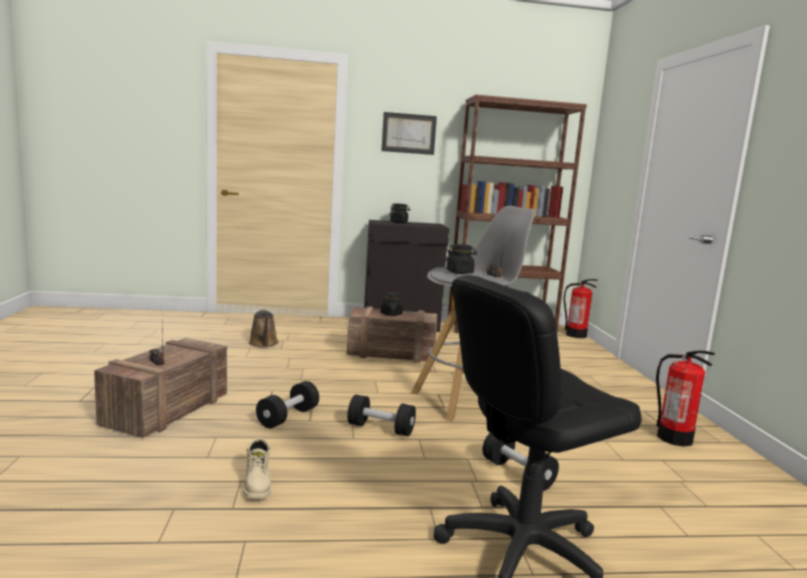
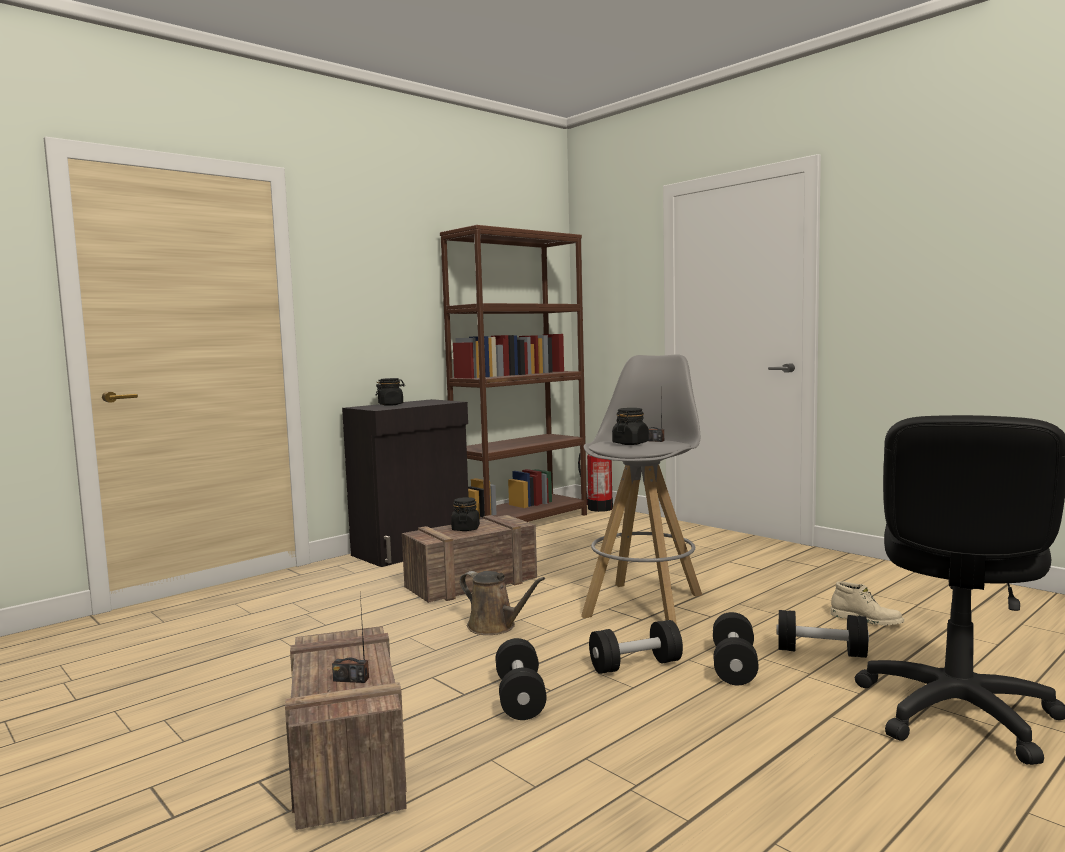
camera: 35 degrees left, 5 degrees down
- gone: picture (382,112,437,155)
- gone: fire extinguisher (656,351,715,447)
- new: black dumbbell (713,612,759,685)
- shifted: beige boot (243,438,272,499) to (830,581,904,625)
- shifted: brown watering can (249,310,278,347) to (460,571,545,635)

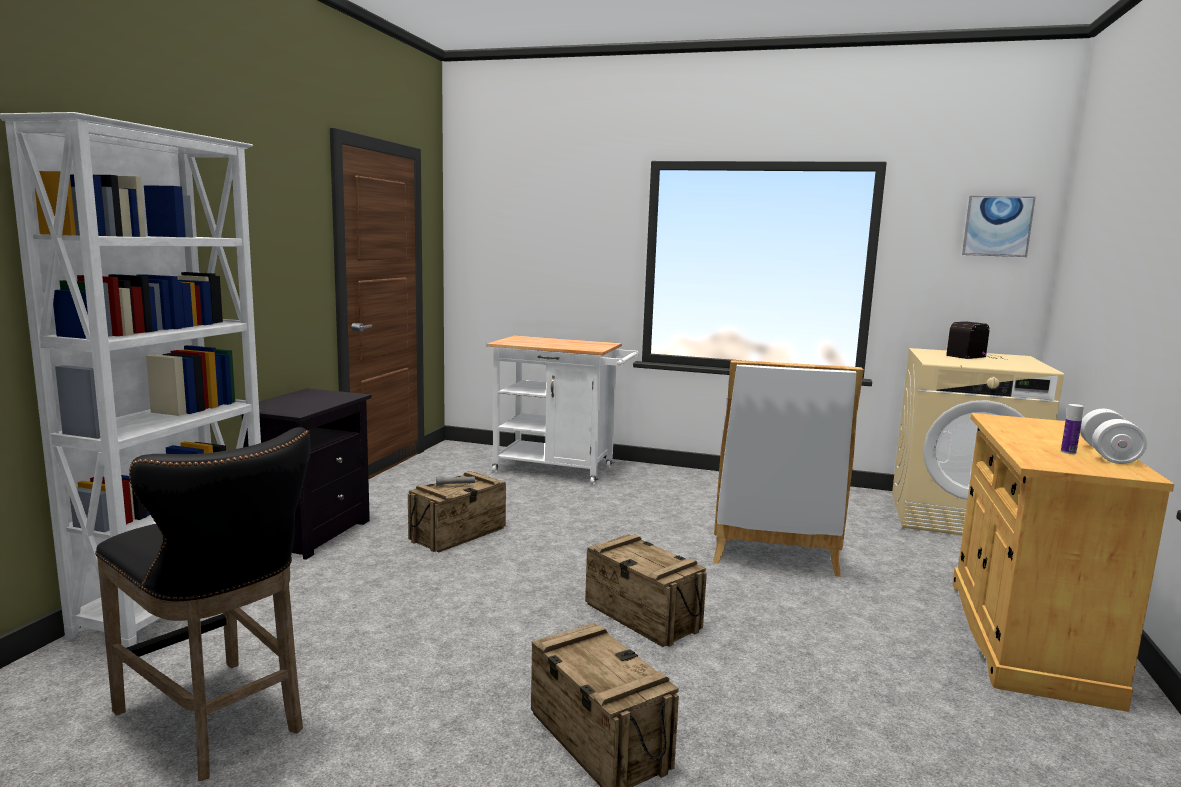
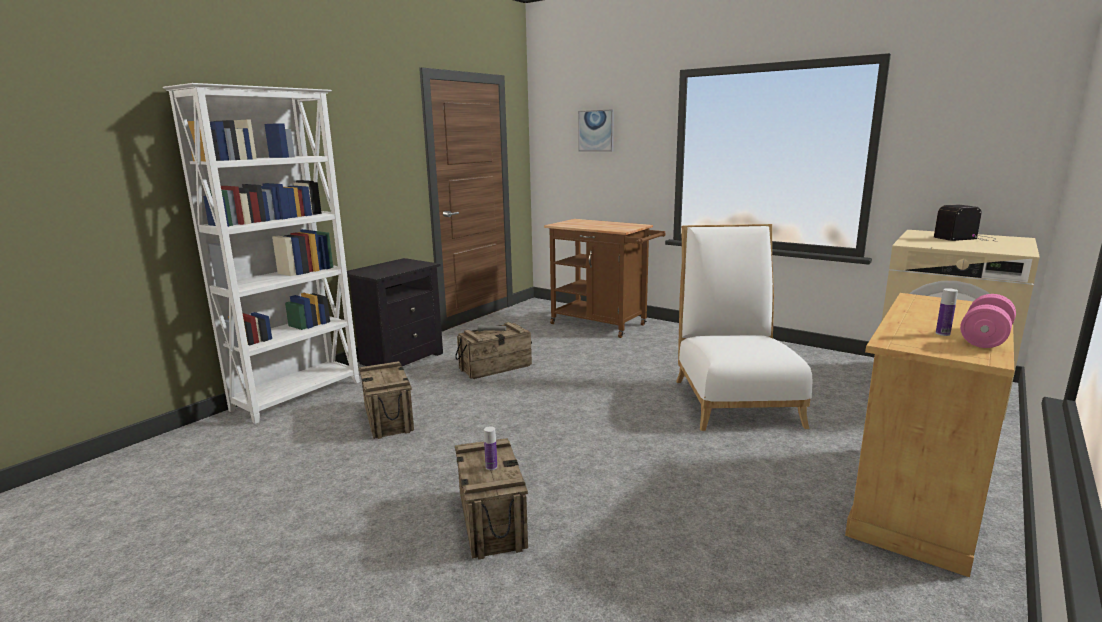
camera: 20 degrees right, 5 degrees up
- gone: black stool (95,427,310,781)
- new: bottle (484,426,497,470)
- shifted: crate (585,534,707,647) to (359,361,414,439)
- shifted: picture (962,196,1036,257) to (578,109,614,152)
- repainted: white cart (486,336,639,485) to brown cart (544,219,666,338)
- repainted: white dumbbell (1080,409,1147,464) to pink dumbbell (960,294,1016,348)
- rotated: white chair (713,360,864,577) = (676,224,812,431) 150 degrees clockwise

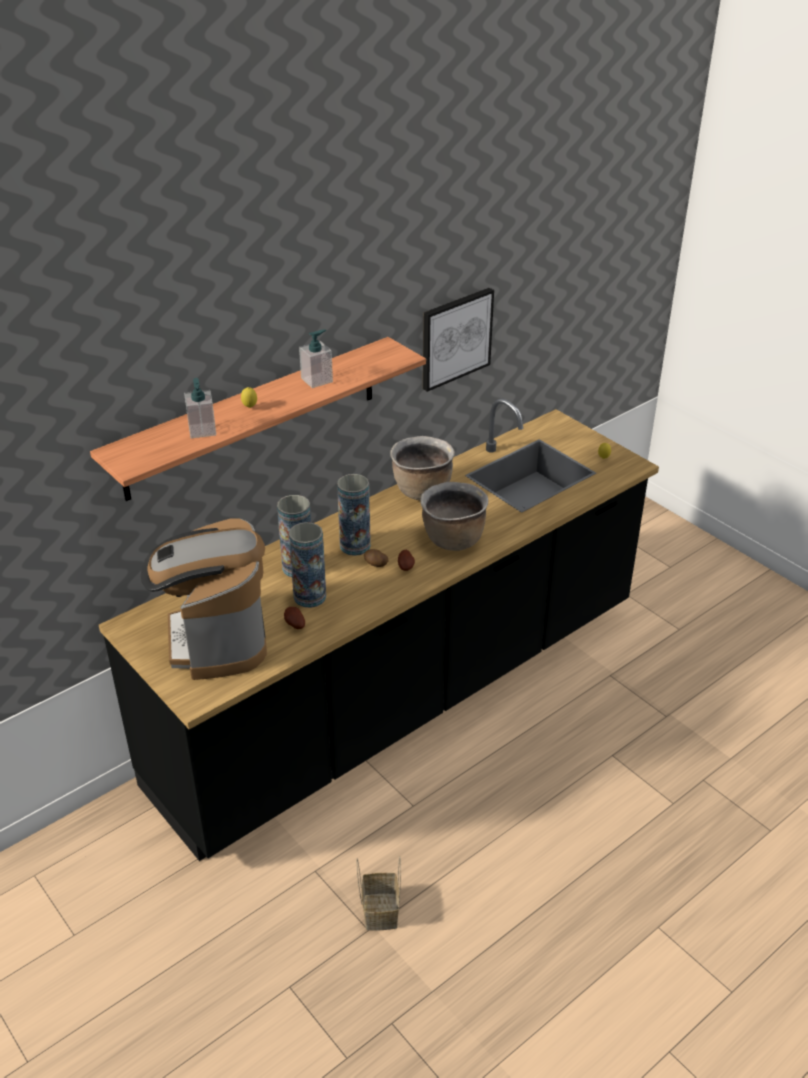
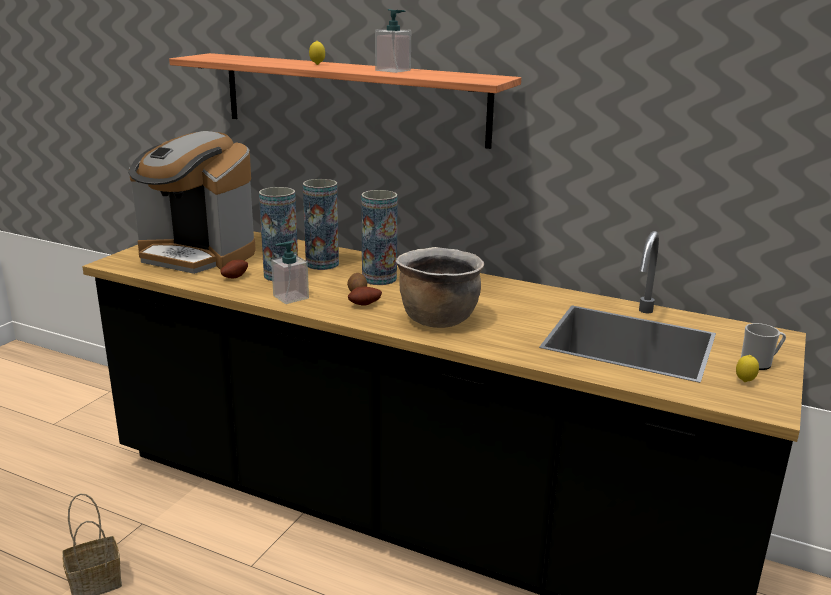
camera: 65 degrees right, 15 degrees down
- gone: brown cooking pot (390,436,455,500)
- gone: picture (422,288,494,392)
- new: mug (741,323,786,370)
- shifted: soap dispenser (184,378,216,438) to (271,240,309,304)
- rotated: coffee machine (141,518,267,680) = (128,131,256,274) 120 degrees counterclockwise

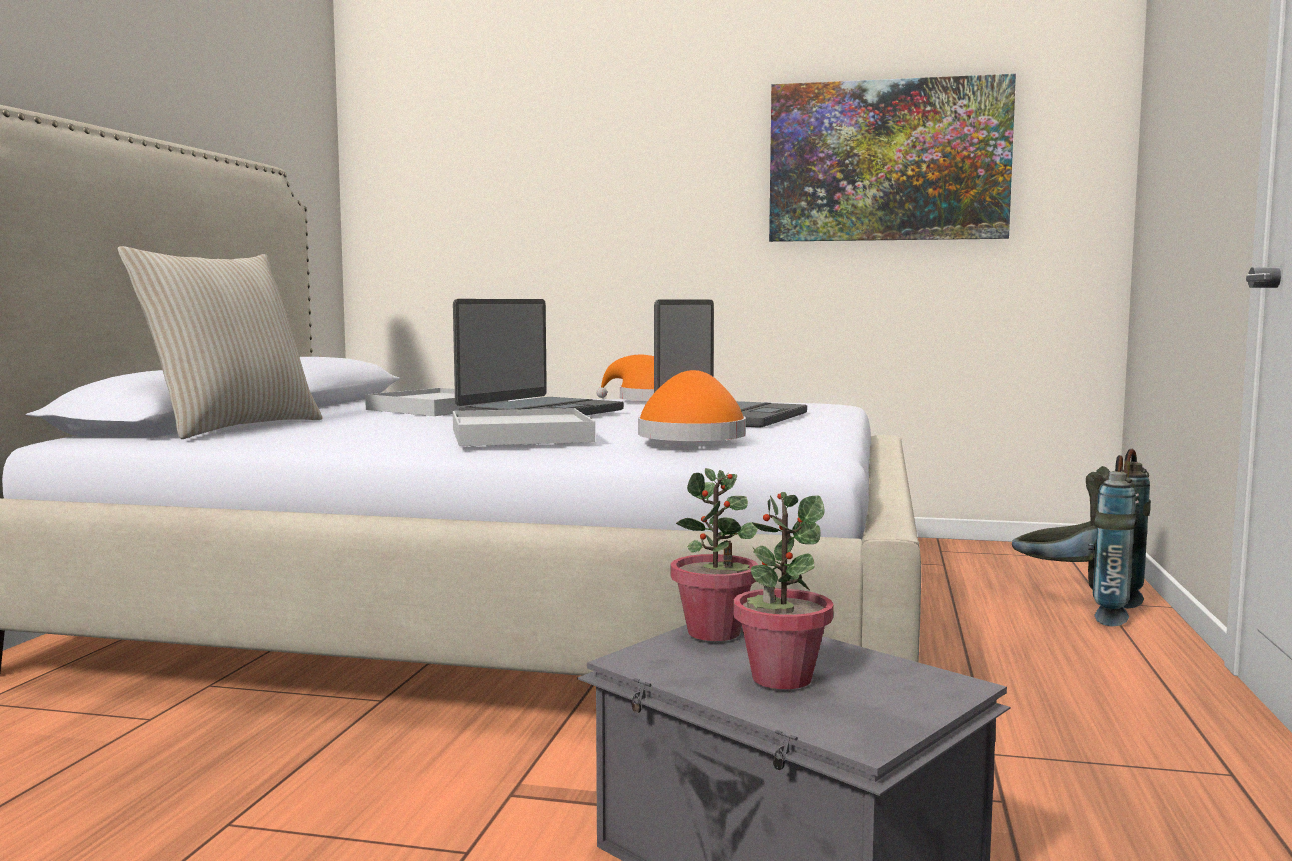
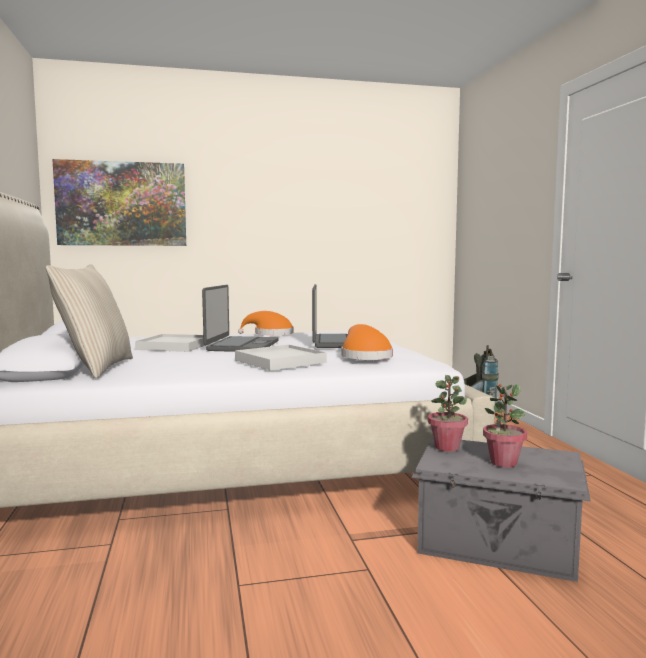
camera: 25 degrees left, 0 degrees up
- shifted: picture (769,74,1016,242) to (52,159,186,246)

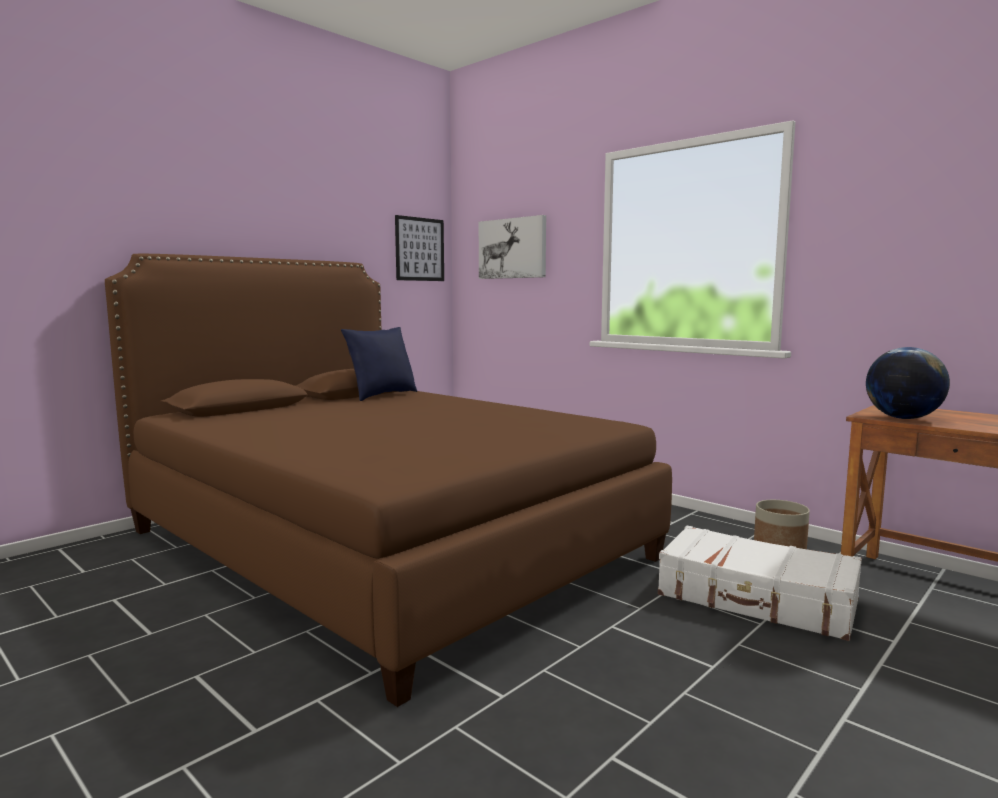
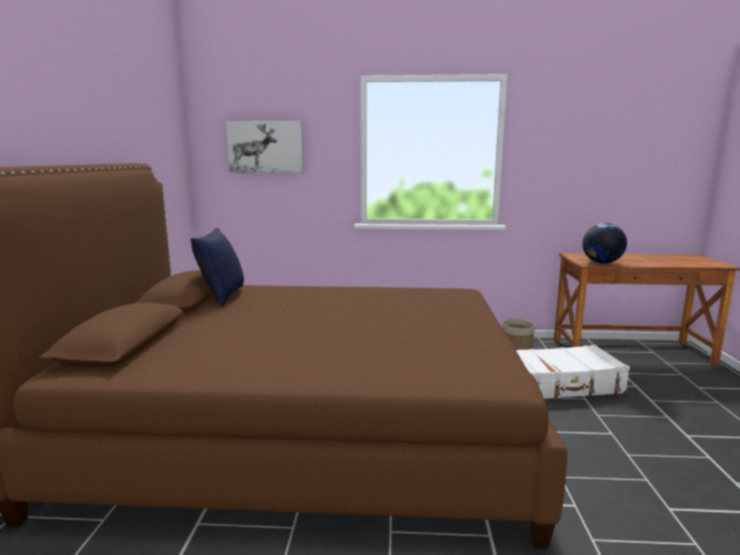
camera: 40 degrees left, 5 degrees up
- gone: picture (395,215,444,281)

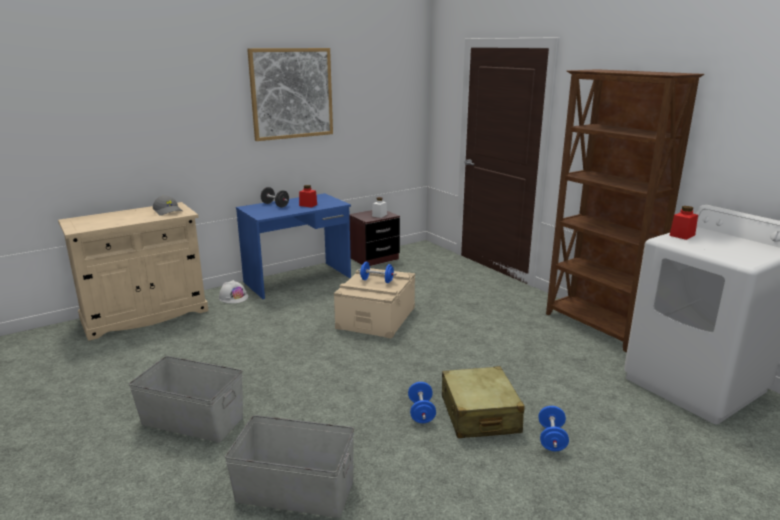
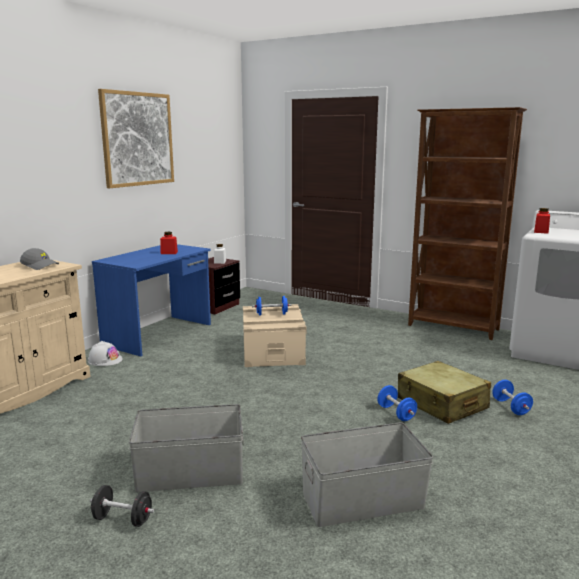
camera: 25 degrees left, 5 degrees down
- shifted: black dumbbell (261,187,289,207) to (90,485,154,527)

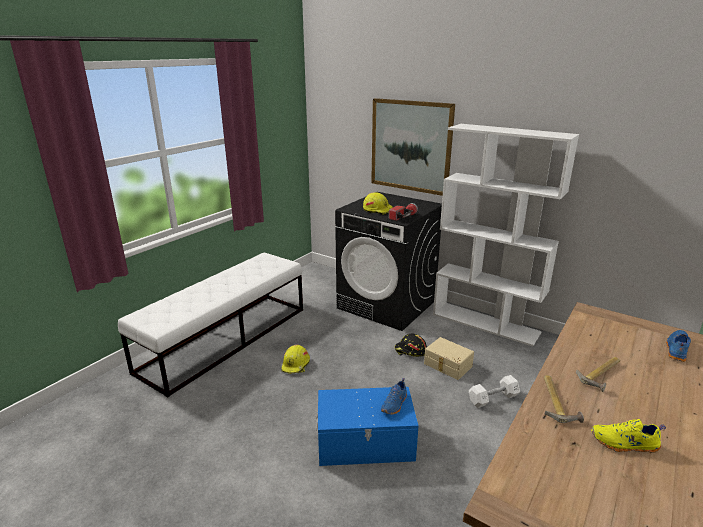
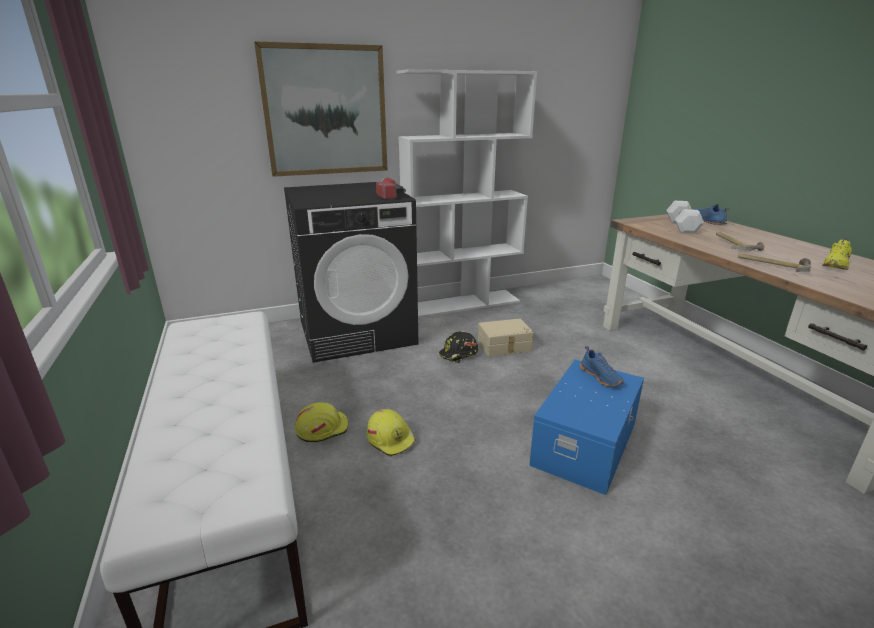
camera: 55 degrees left, 0 degrees up
- shifted: yellow hard hat (363,192,393,214) to (295,402,349,442)
- shifted: white dumbbell (469,375,520,408) to (666,201,704,234)

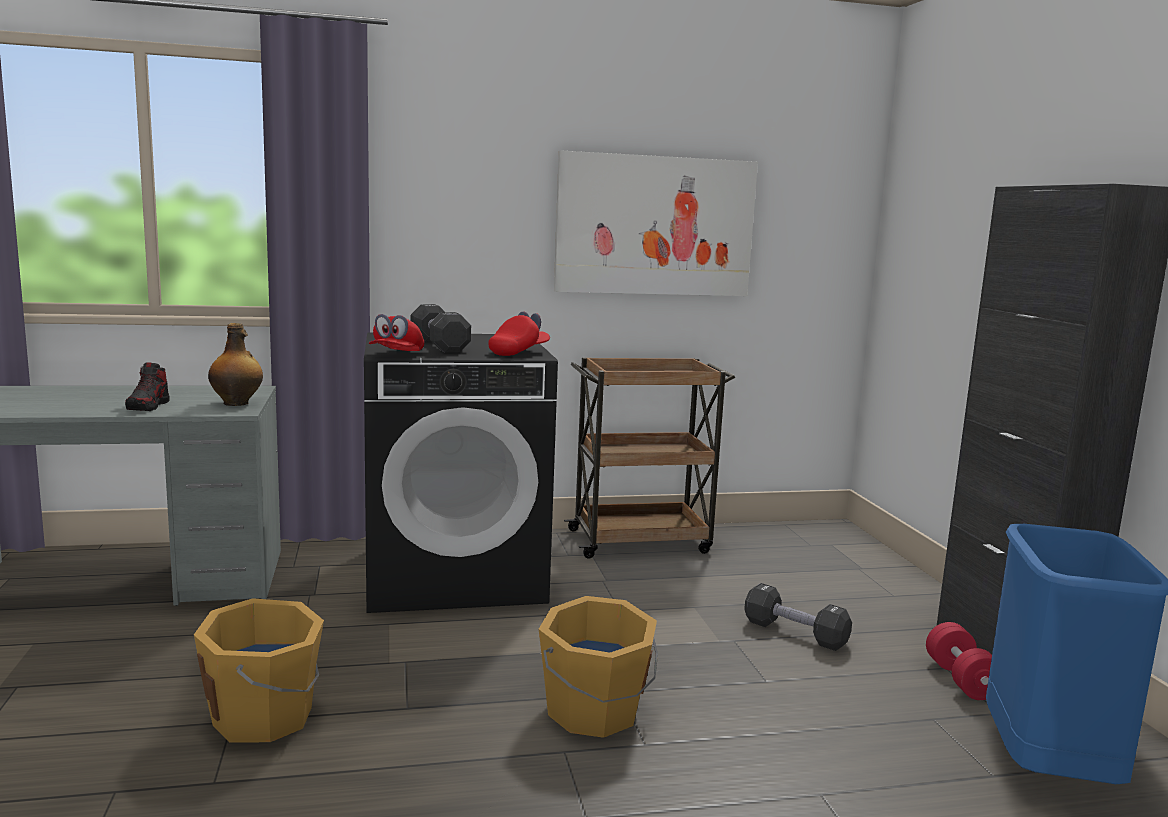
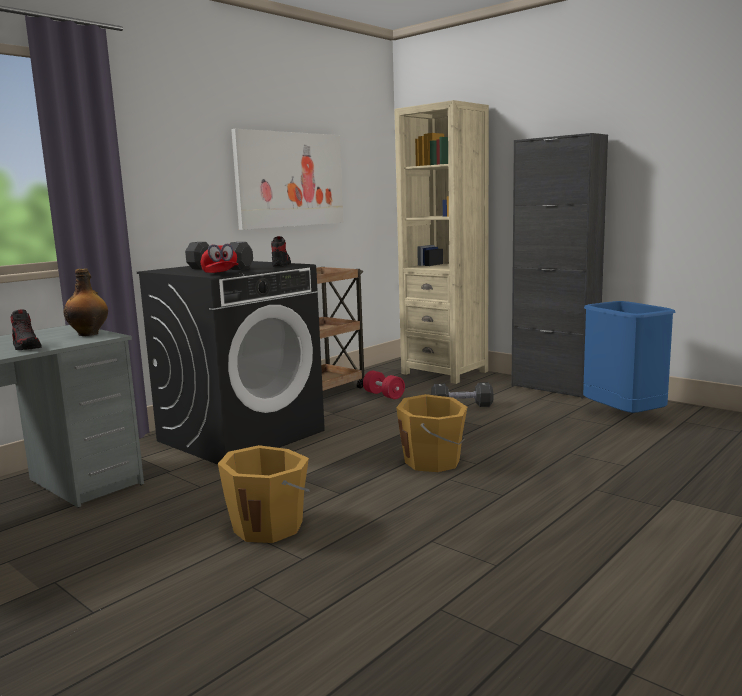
camera: 35 degrees left, 0 degrees up
- new: beige bookcase (394,100,489,384)
- shifted: red dumbbell (926,622,992,700) to (363,371,405,399)
- swapped: red cap (489,312,550,356) to shoe (271,236,291,267)

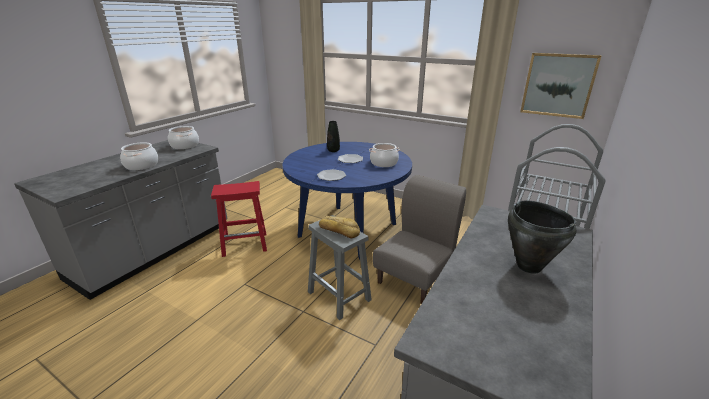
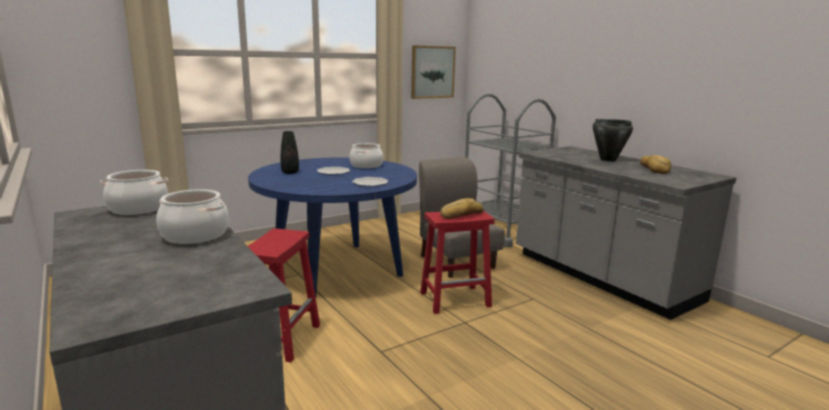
camera: 65 degrees left, 10 degrees down
- new: bread (640,155,671,174)
- repainted: grey stool (308,215,372,320) to red stool (420,211,495,314)

